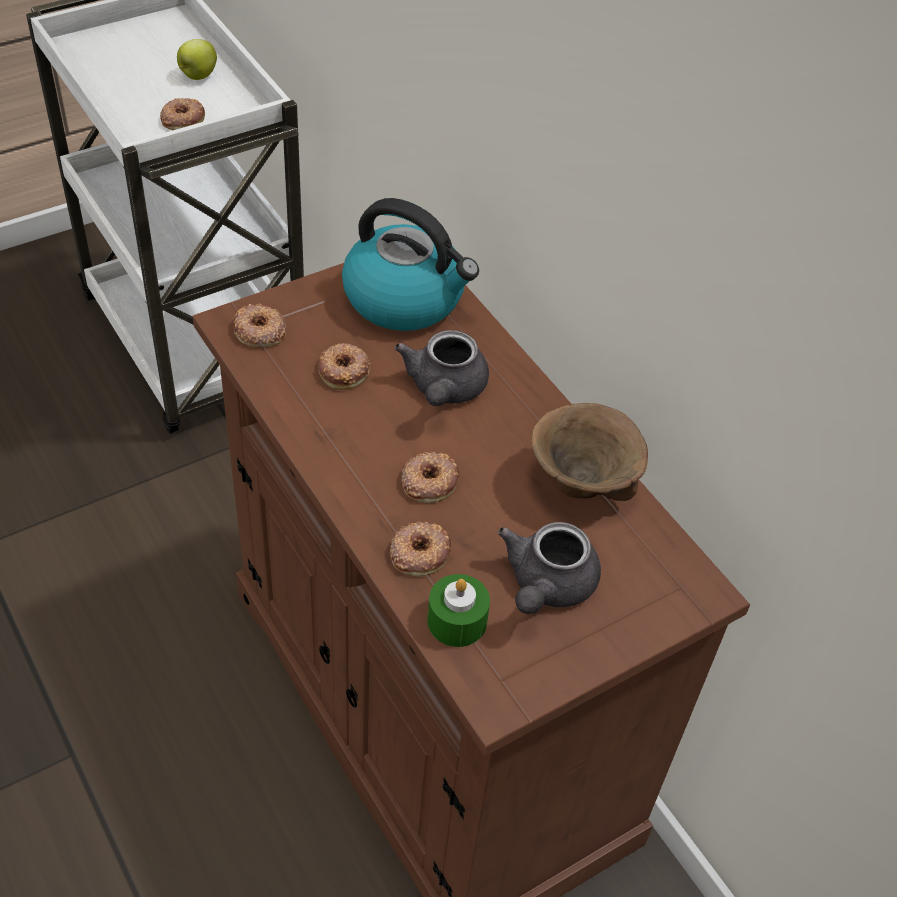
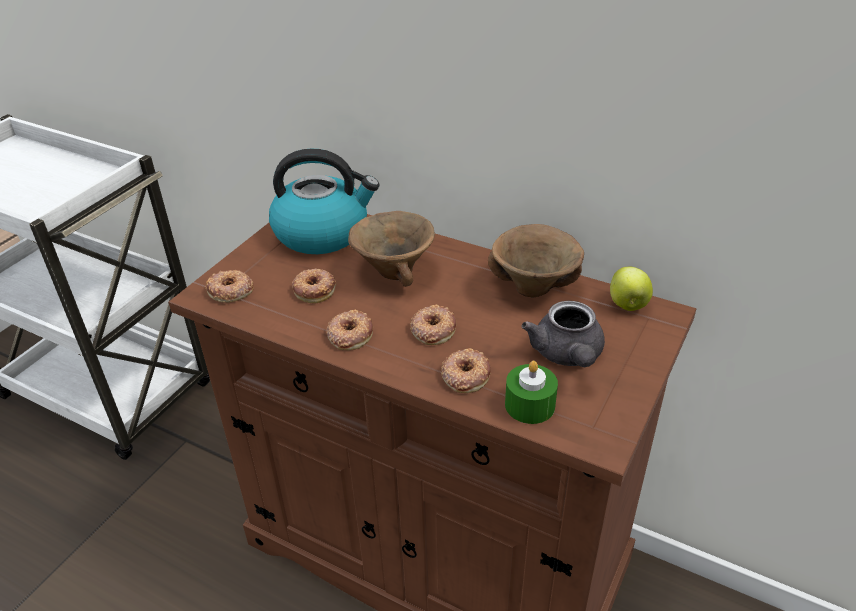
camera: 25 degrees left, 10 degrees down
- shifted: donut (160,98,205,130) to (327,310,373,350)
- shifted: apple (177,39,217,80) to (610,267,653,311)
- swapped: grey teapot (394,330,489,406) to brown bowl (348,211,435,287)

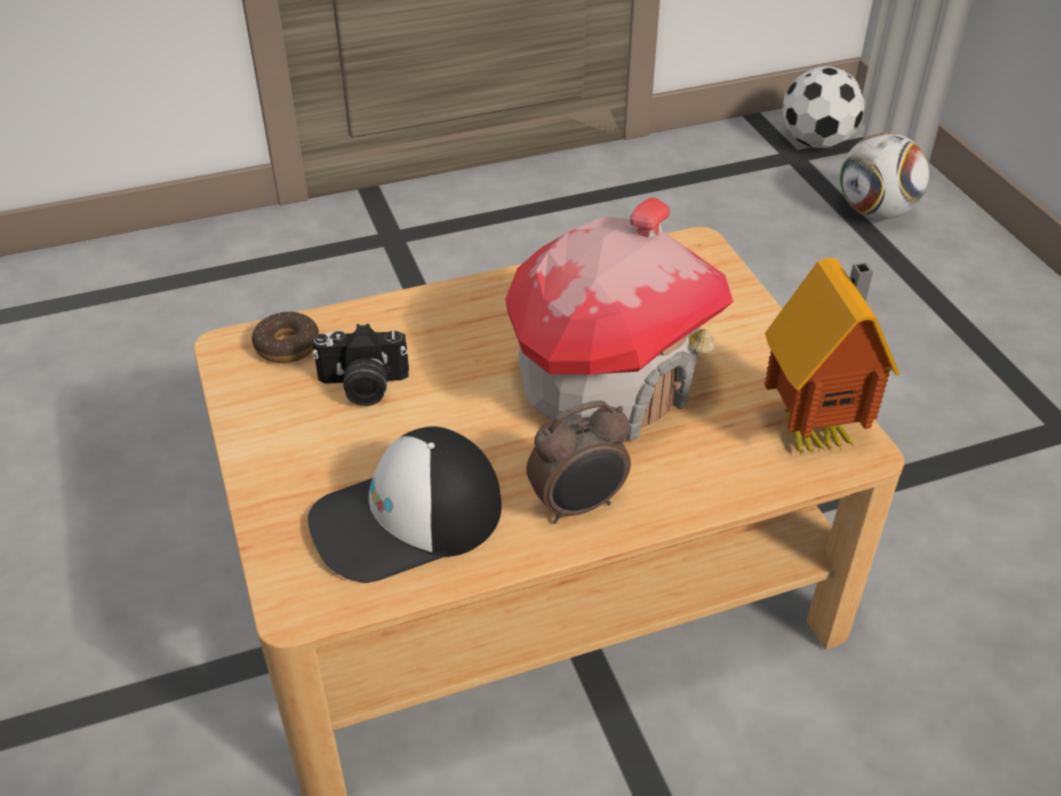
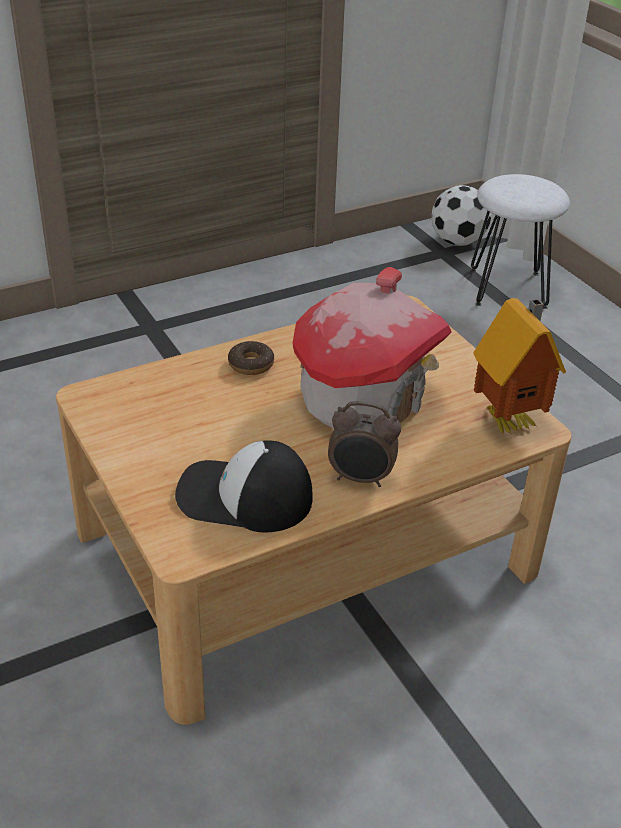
camera: 10 degrees left, 5 degrees down
- gone: photo camera (312,324,409,406)
- shifted: donut (252,312,319,363) to (228,341,274,375)
- swapped: football (840,133,929,219) to white stool (470,174,570,309)
- rotated: cap (308,427,501,583) = (175,440,312,532) 45 degrees clockwise
- rotated: alarm clock (527,400,631,524) = (328,401,401,487) 45 degrees clockwise

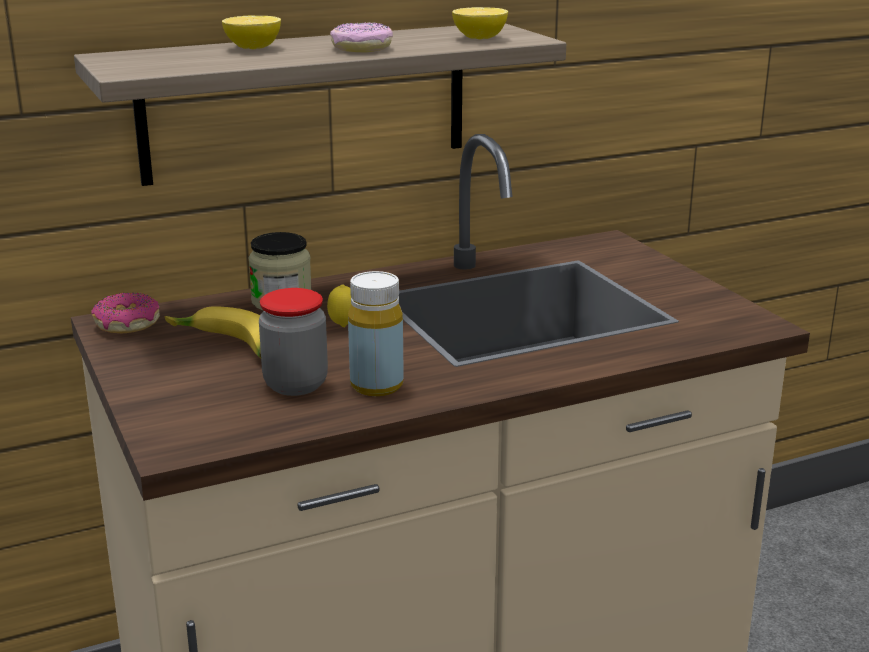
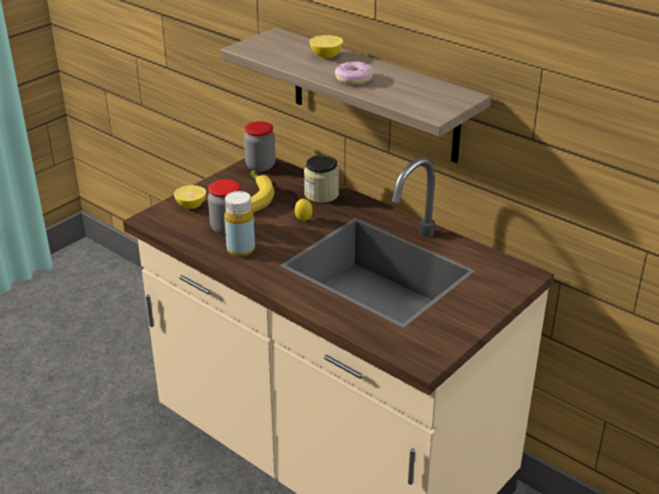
camera: 65 degrees right, 10 degrees up
- shifted: lemon (452,7,508,40) to (174,185,206,209)
- swapped: donut (91,293,160,333) to jar (244,121,275,172)

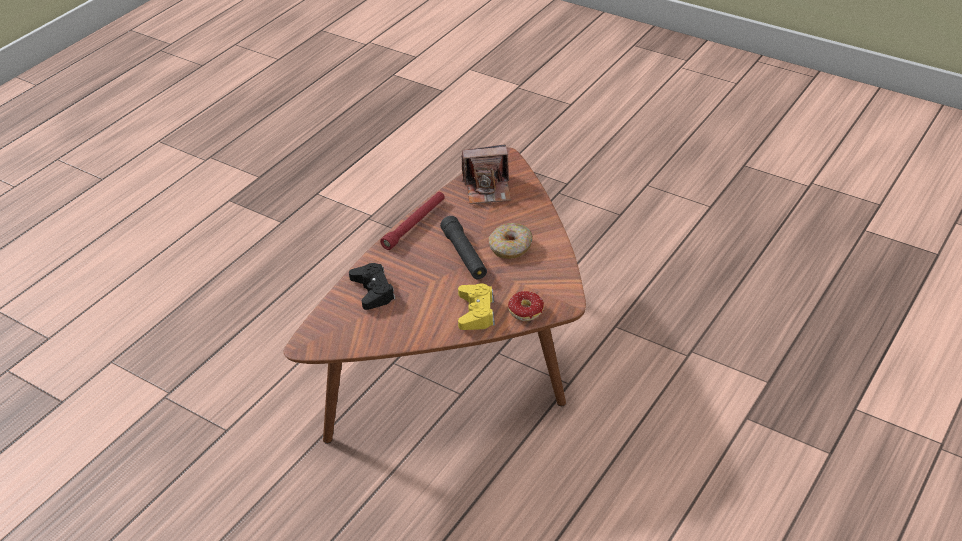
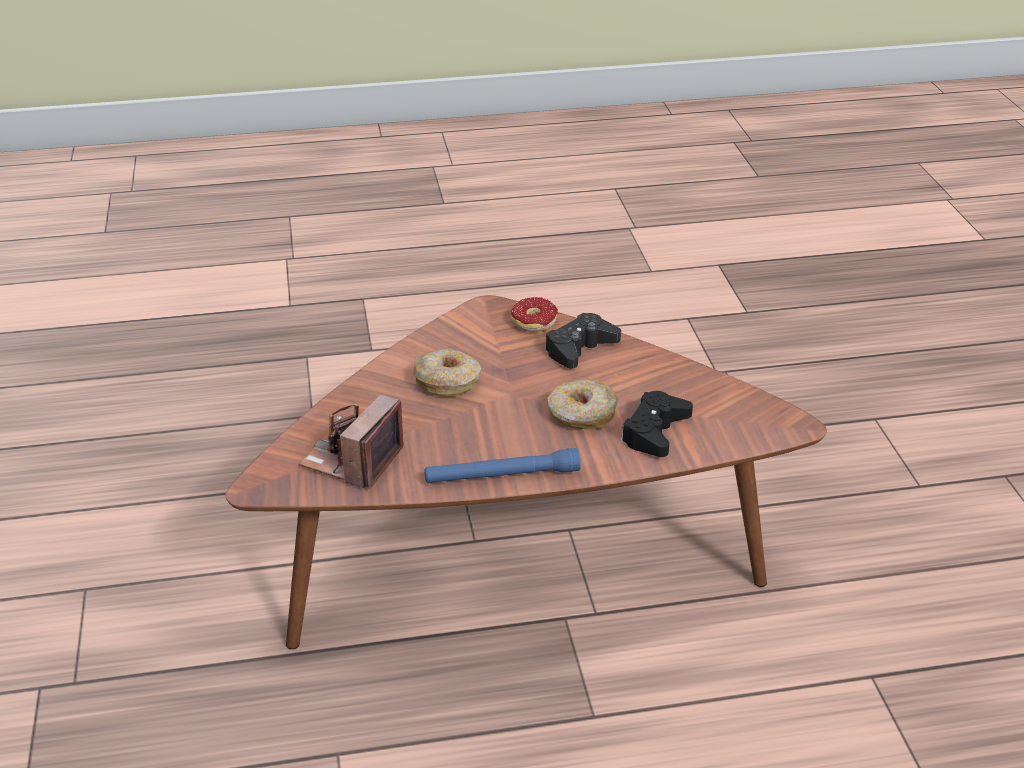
camera: 135 degrees left, 5 degrees down
- gone: black flashlight (440,216,487,279)
- new: donut (547,379,618,429)
- repainted: red flashlight (380,192,445,250) to blue flashlight (424,448,581,483)
- repainted: yellow game controller (458,283,495,330) to black game controller (545,313,621,368)
- rotated: photo camera (461,144,511,204) = (299,394,404,489) 105 degrees counterclockwise

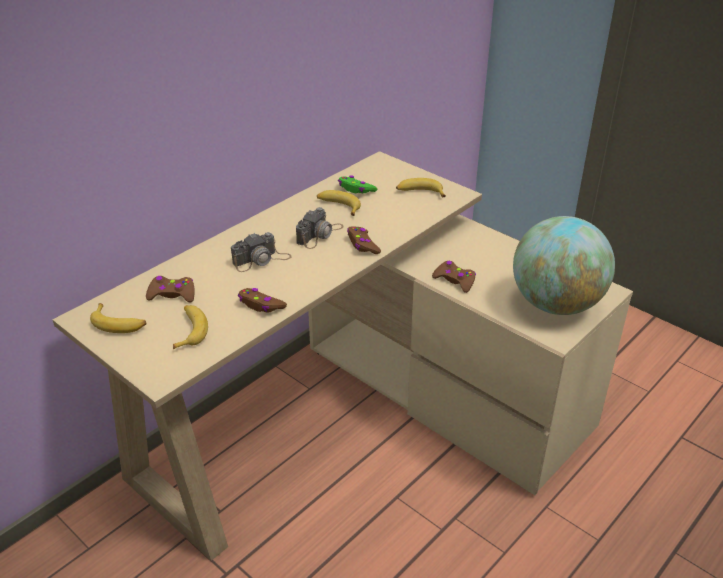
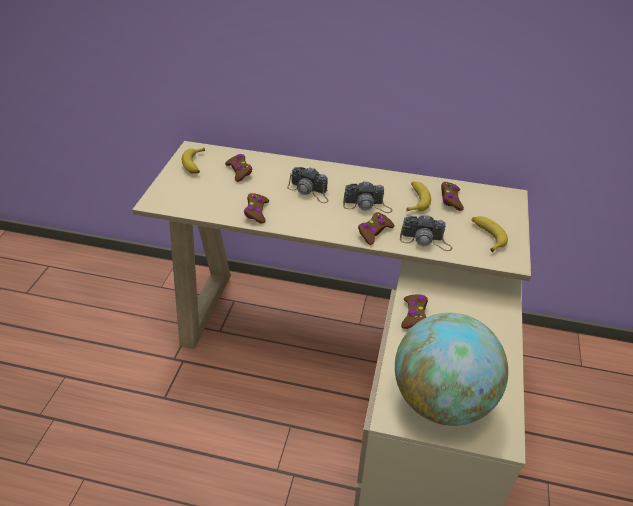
camera: 60 degrees right, 5 degrees up
- gone: banana (173,305,208,349)
- new: photo camera (400,214,452,251)
- repainted: green game controller (338,175,378,193) to brown game controller (441,182,464,211)

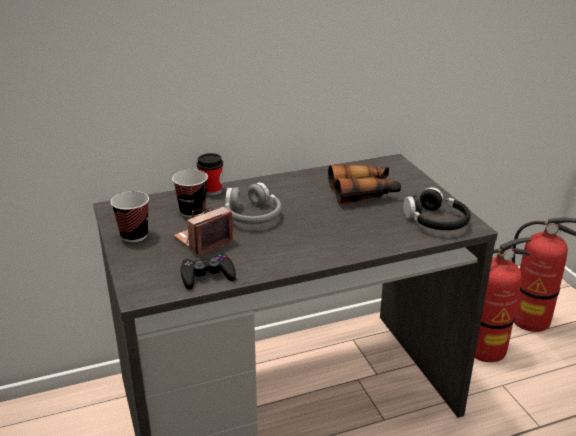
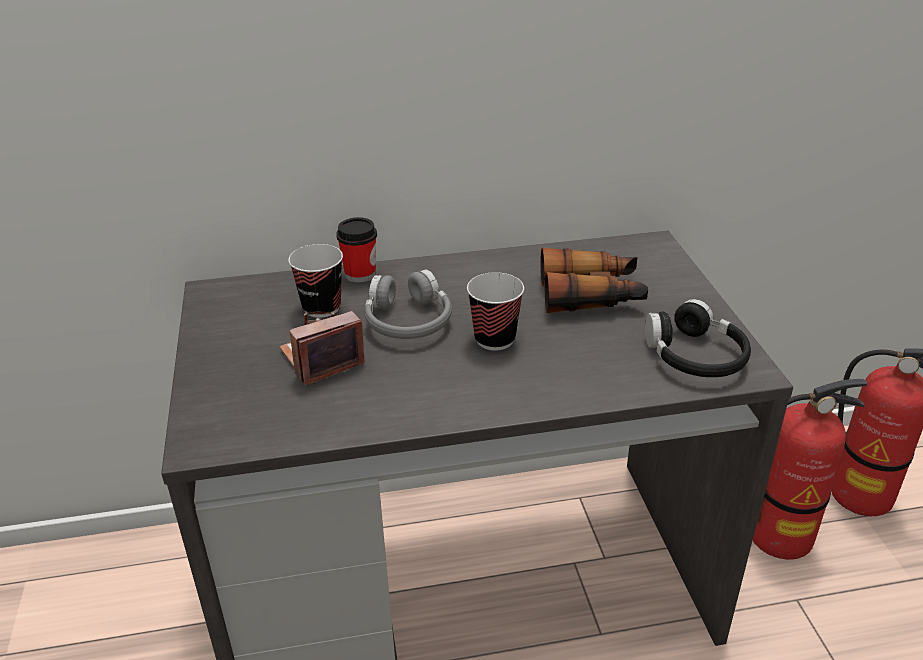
camera: 10 degrees right, 5 degrees up
- gone: black game controller (181,252,236,290)
- shifted: cup (111,191,149,242) to (467,272,524,351)

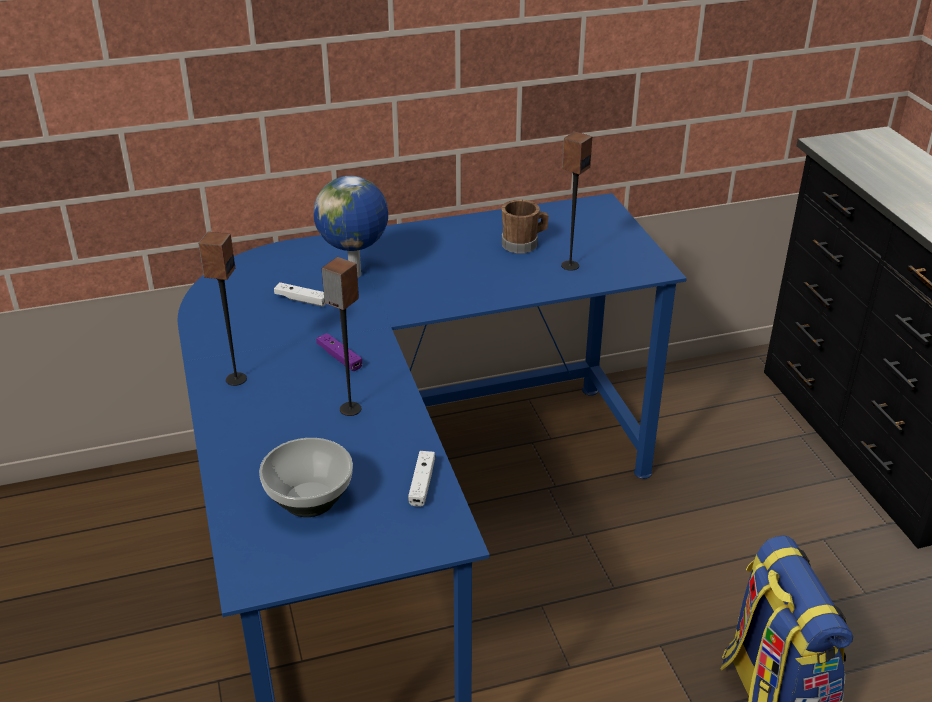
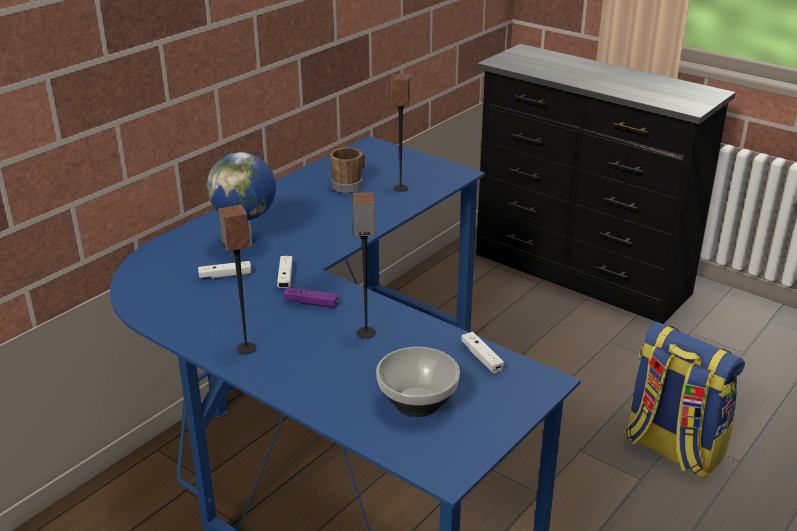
camera: 35 degrees left, 5 degrees down
- new: white game controller (277,256,293,288)

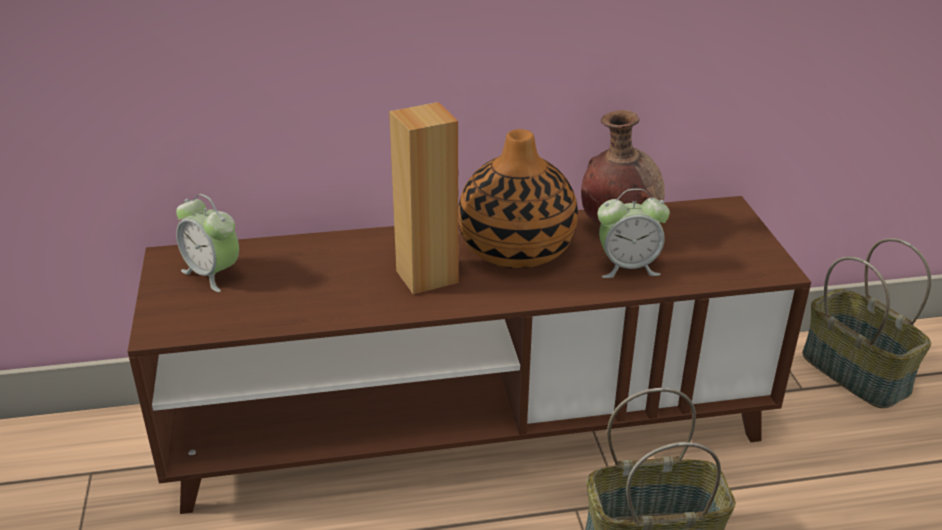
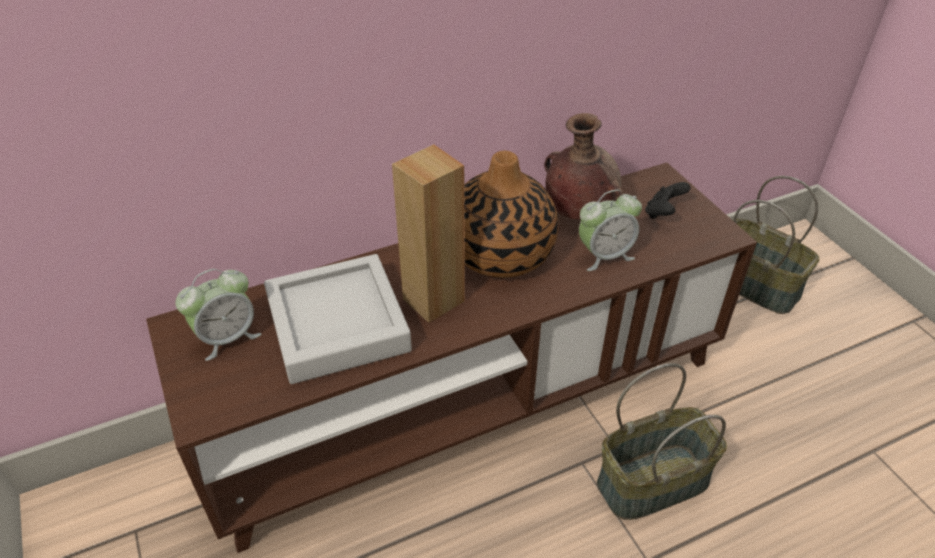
camera: 15 degrees left, 10 degrees up
- new: grey tray (264,254,412,384)
- new: black game controller (645,182,691,219)
- rotated: alarm clock (176,194,239,292) = (175,269,261,361) 60 degrees counterclockwise

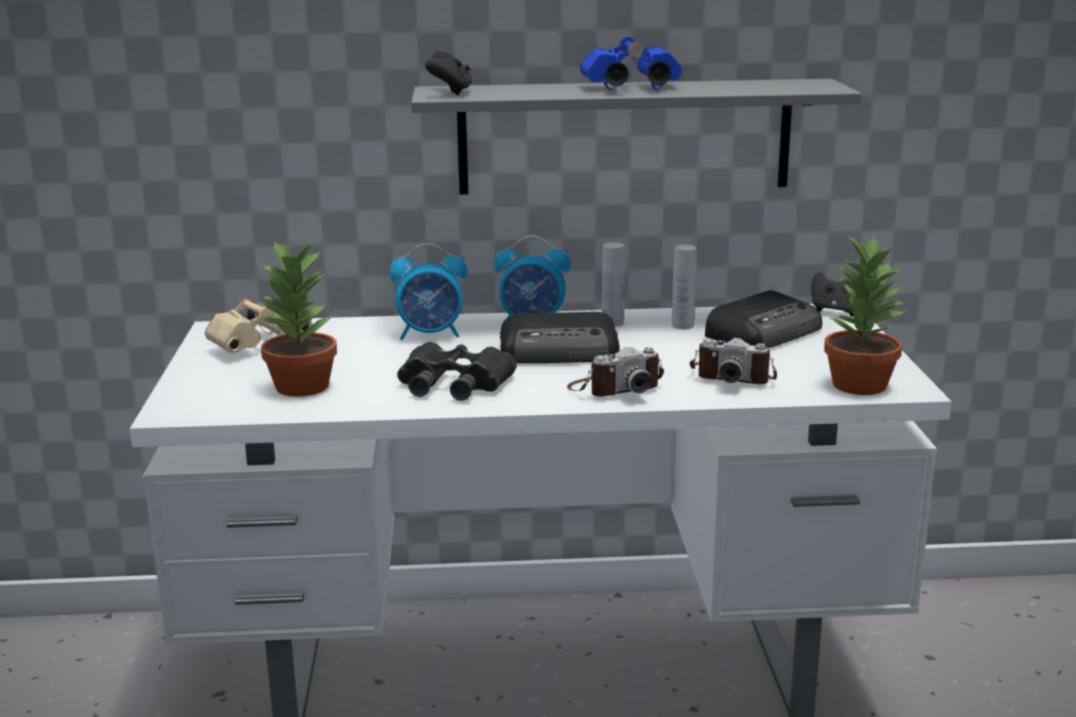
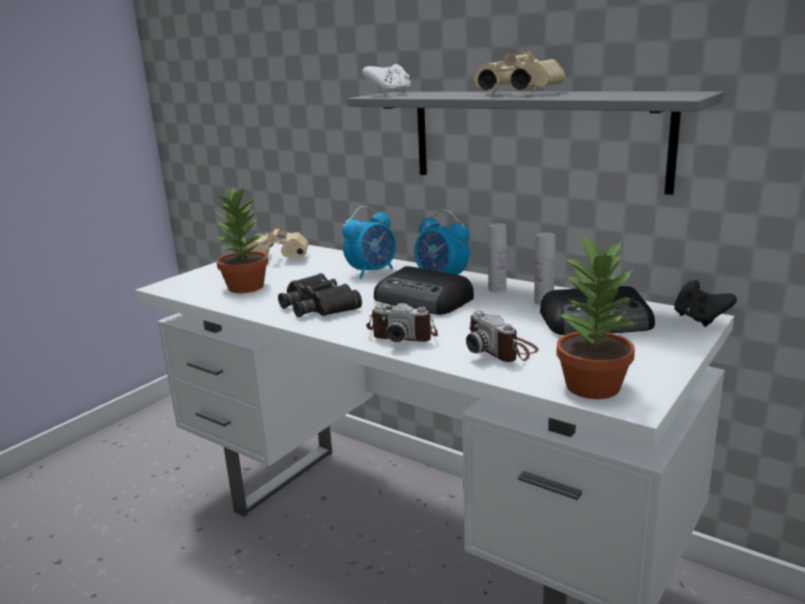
camera: 40 degrees right, 0 degrees up
- repainted: black game controller (425,52,472,95) to white game controller (362,64,411,96)
- repainted: blue binoculars (580,37,682,91) to beige binoculars (474,51,566,96)
- rotated: alarm clock (389,243,467,340) = (342,206,396,279) 75 degrees counterclockwise

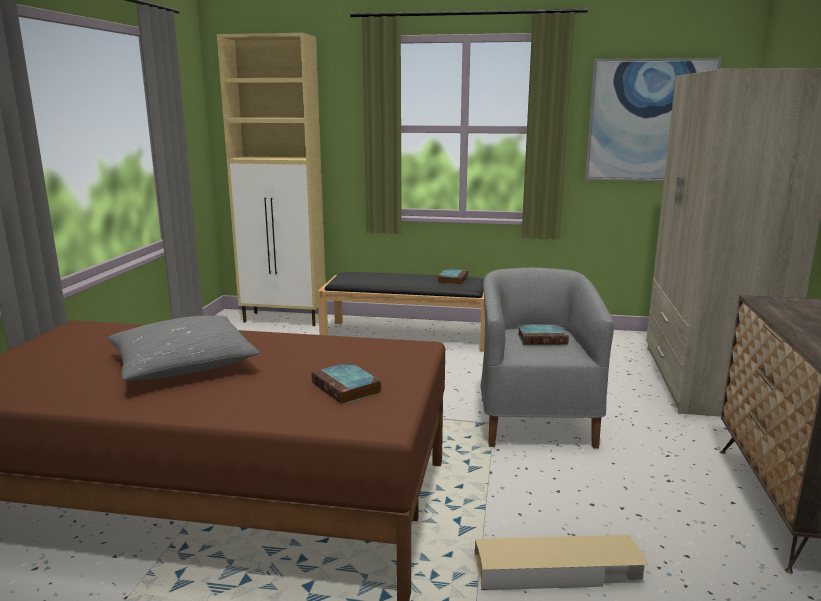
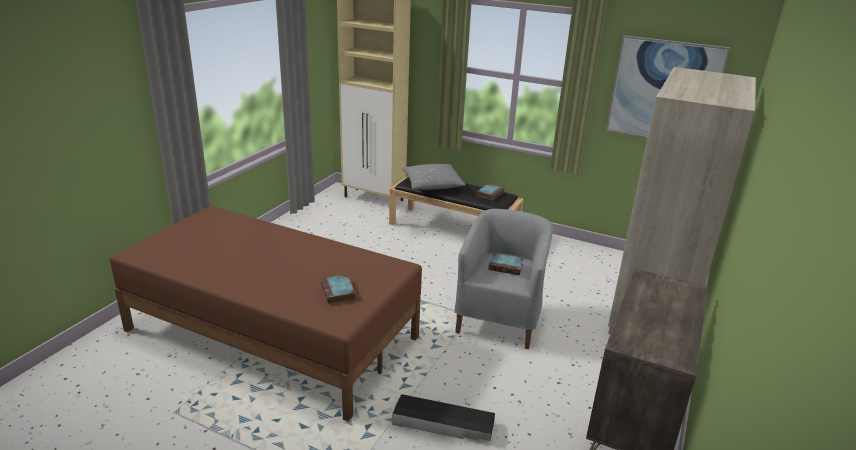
camera: 15 degrees right, 10 degrees up
- shifted: grey pillow (108,316,260,381) to (402,164,465,190)
- repainted: beige storage box (475,535,648,591) to black storage box (392,394,495,441)

